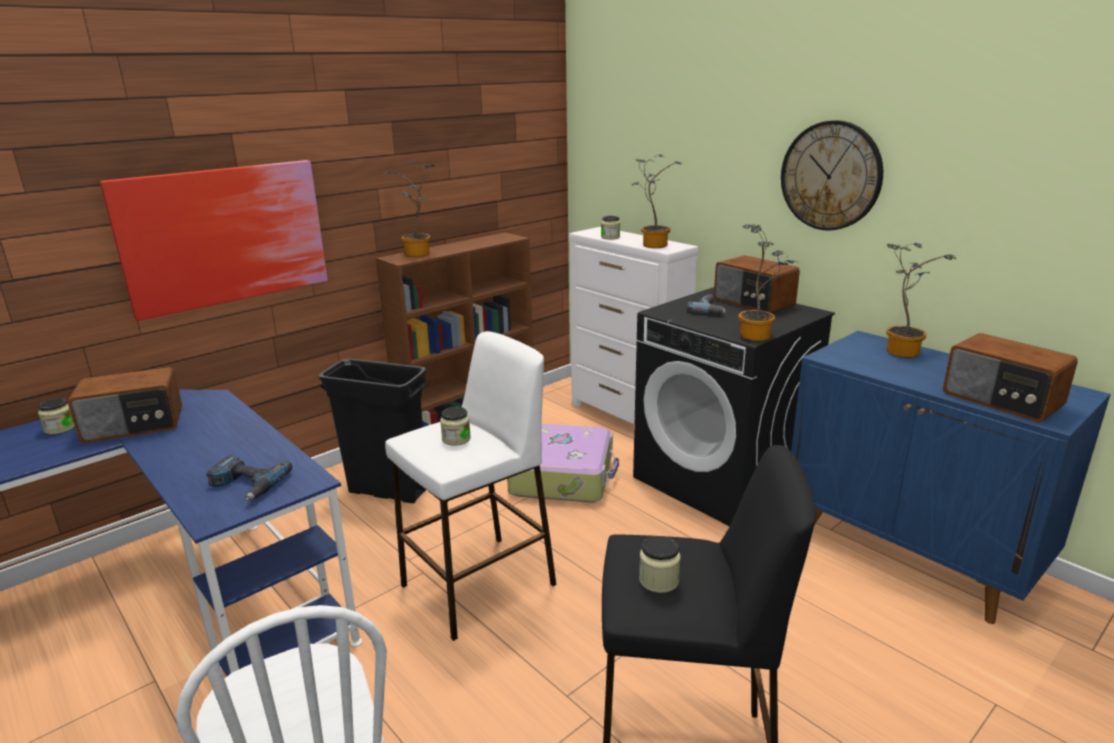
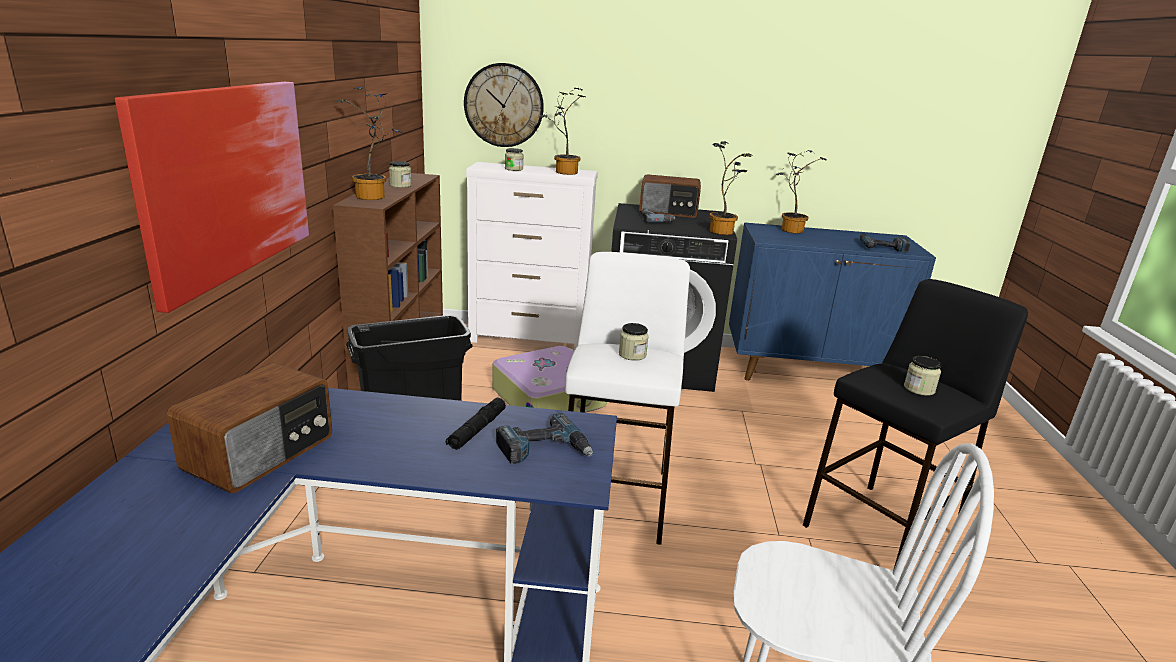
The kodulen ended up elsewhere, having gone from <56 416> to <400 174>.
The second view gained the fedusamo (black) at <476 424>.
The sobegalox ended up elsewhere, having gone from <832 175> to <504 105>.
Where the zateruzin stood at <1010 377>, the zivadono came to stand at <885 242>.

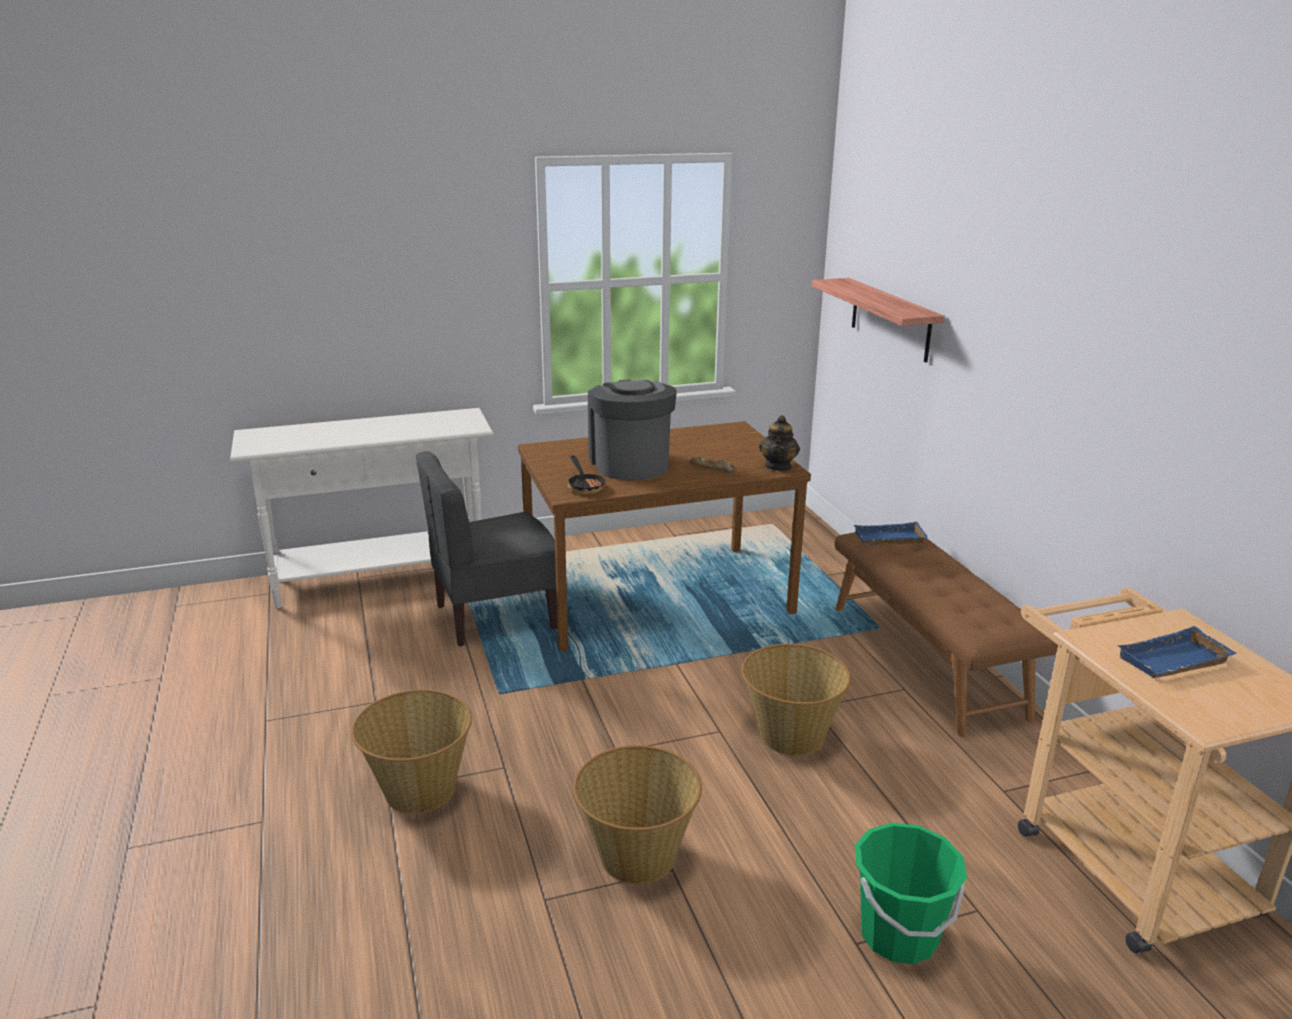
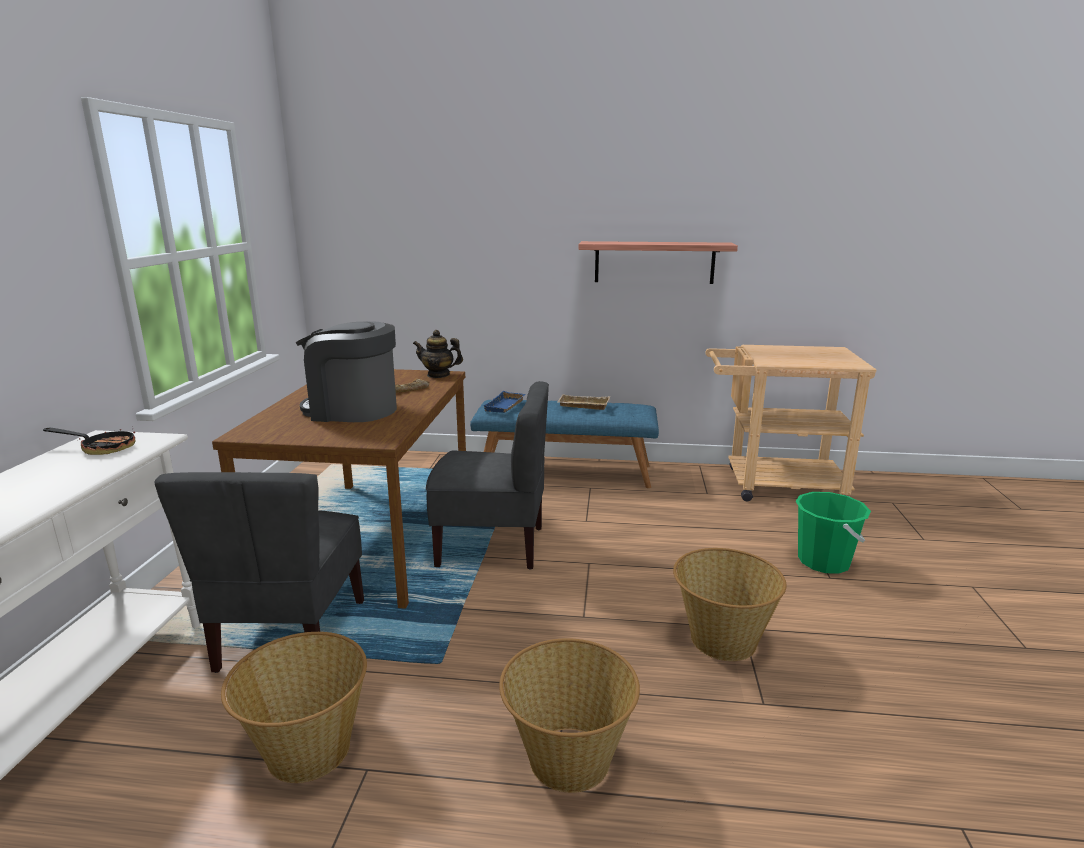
The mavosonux ended up elsewhere, having gone from <587 475> to <89 441>.
The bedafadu ended up elsewhere, having gone from <796 700> to <294 707>.
The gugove at <779 443> ended up facing another way, 150 degrees clockwise from before.
The second view gained the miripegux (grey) at <487 475>.
What was the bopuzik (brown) at <946 634> turned into the bopuzik (blue) at <564 444>.
The second view gained the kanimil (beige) at <583 402>.
The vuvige ended up elsewhere, having gone from <878 320> to <658 262>.
The second view lost the kanimil (blue) at <1176 652>.

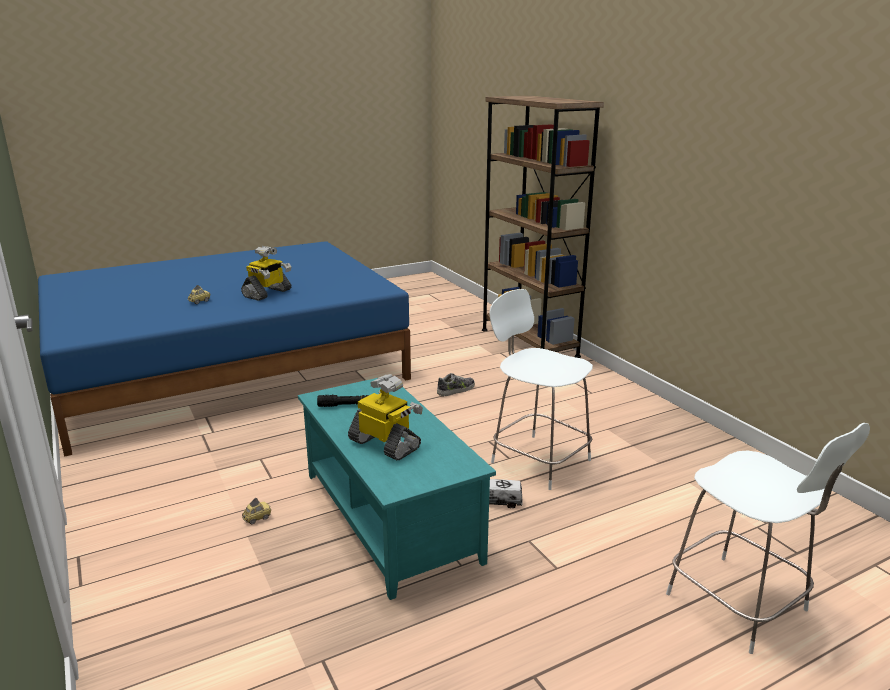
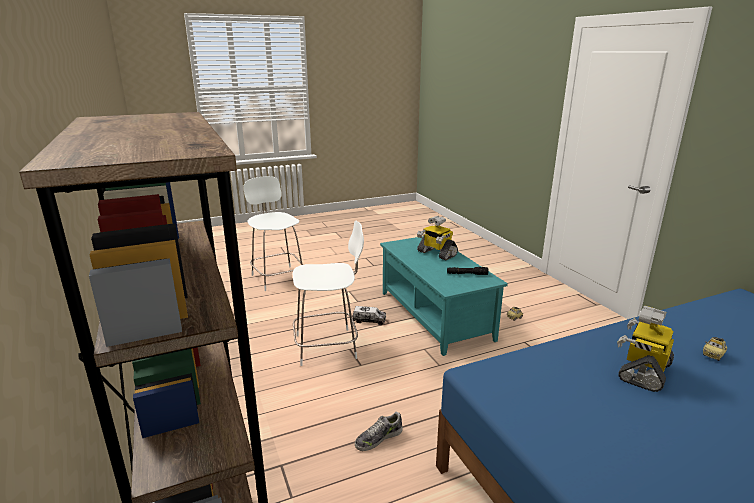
The miripegux (white) at <541 389> ended up facing another way, 60 degrees counterclockwise from before.

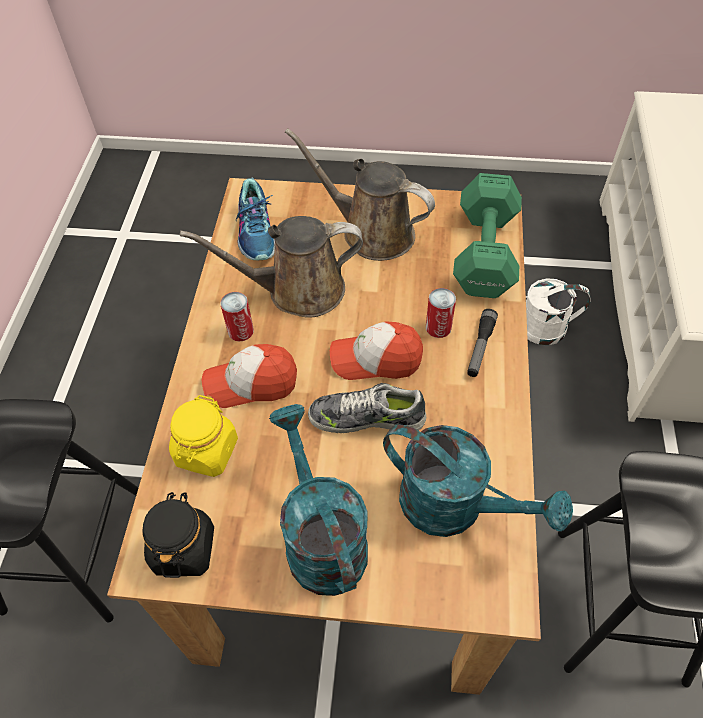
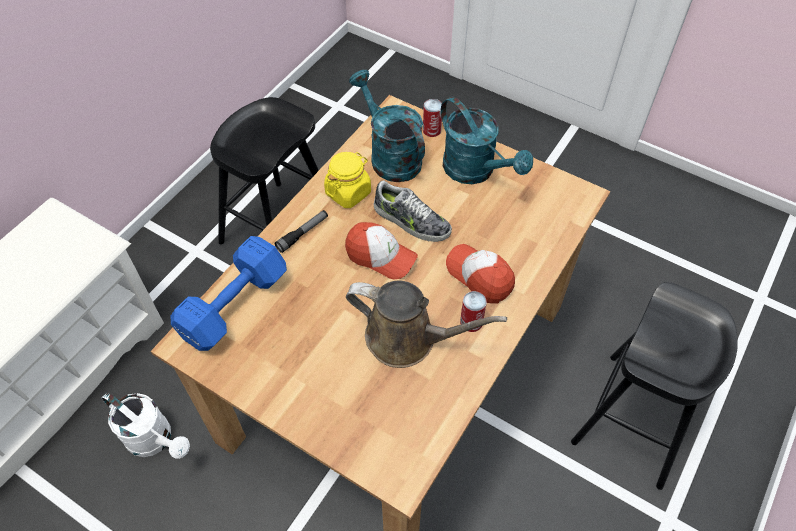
What was the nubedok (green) at <487 235> turned into the nubedok (blue) at <229 293>.
The kodulen (yellow) ended up elsewhere, having gone from <203 436> to <347 180>.
The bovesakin ended up elsewhere, having gone from <441 313> to <432 118>.
The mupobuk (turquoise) at <318 500> ended up facing another way, 45 degrees counterclockwise from before.
The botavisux at <249 376> ended up facing another way, 150 degrees counterclockwise from before.
The second view lost the kodulen (black) at <178 535>.
The second view lost the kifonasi at <255 219>.
The second view lost the mupobuk (brown) at <360 194>.

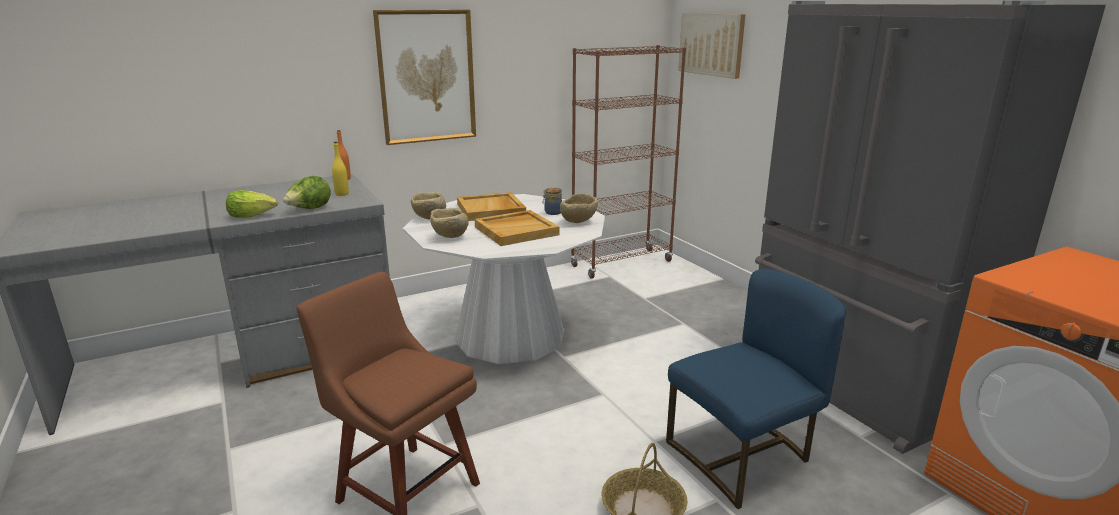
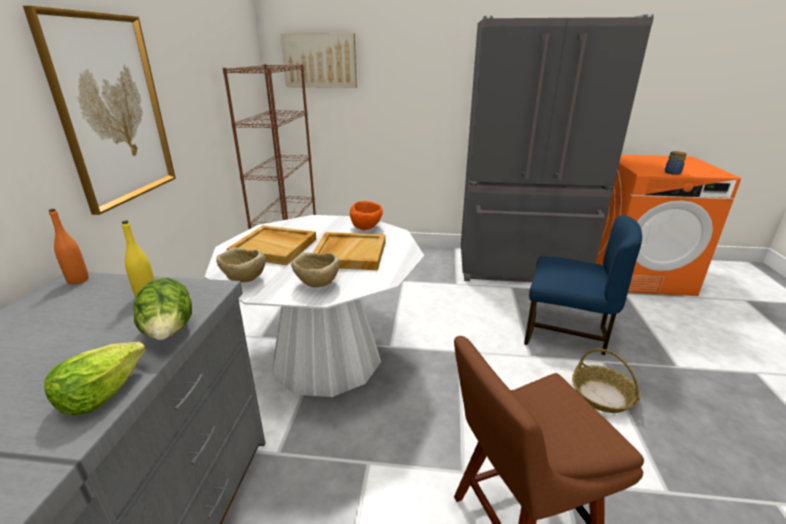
What was the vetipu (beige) at <579 208> turned into the vetipu (orange) at <366 215>.
The miripegux (blue) at <755 389> ended up facing another way, 105 degrees clockwise from before.
The kodulen ended up elsewhere, having gone from <552 201> to <676 163>.

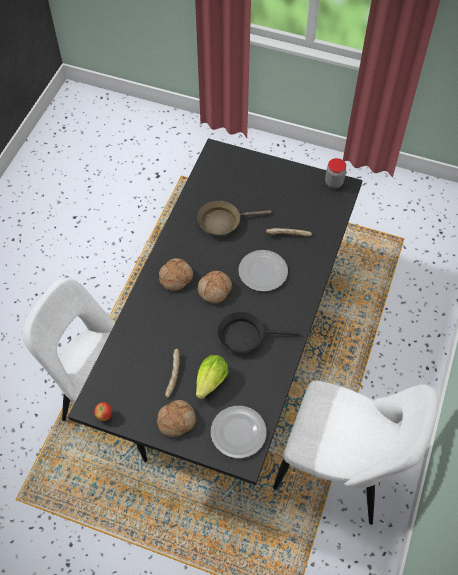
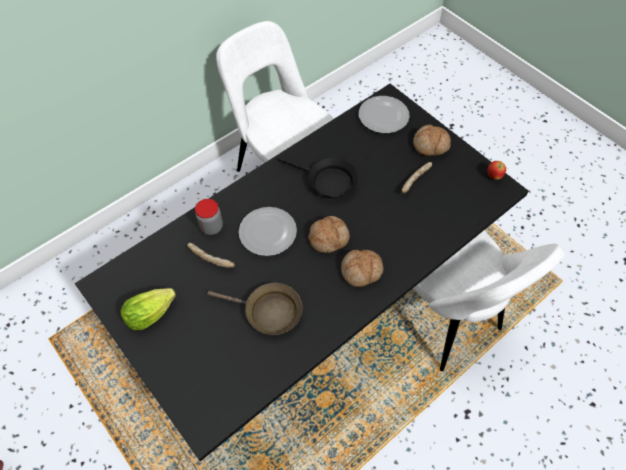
The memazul ended up elsewhere, having gone from <212 377> to <148 309>.
The kodulen ended up elsewhere, having gone from <335 173> to <209 217>.

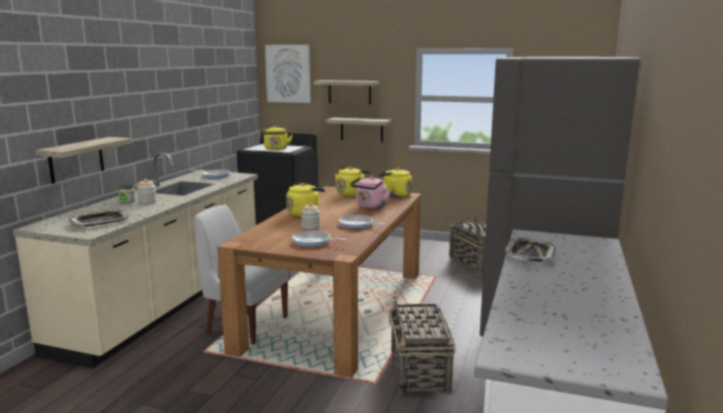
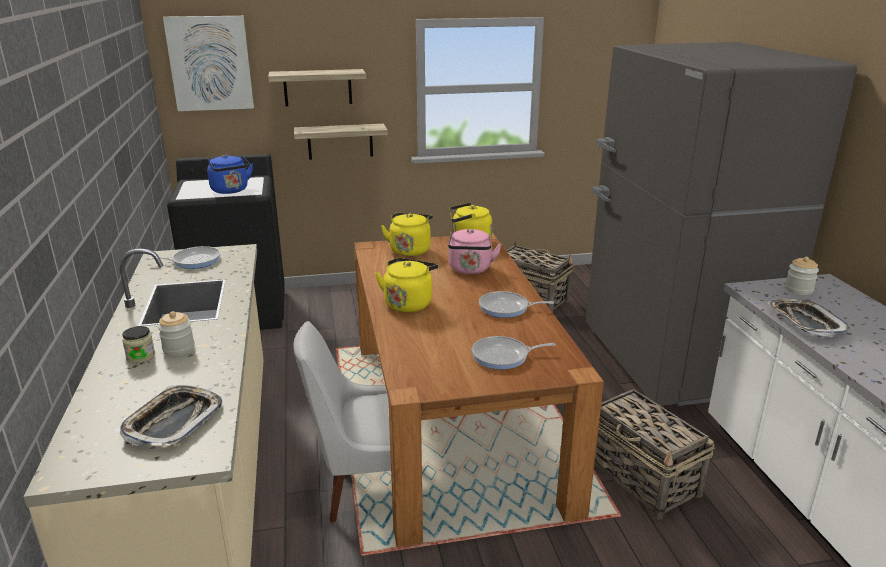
What was the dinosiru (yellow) at <277 138> turned into the dinosiru (blue) at <230 174>.
The kodulen ended up elsewhere, having gone from <310 216> to <802 276>.
The second view lost the vuvige at <83 160>.

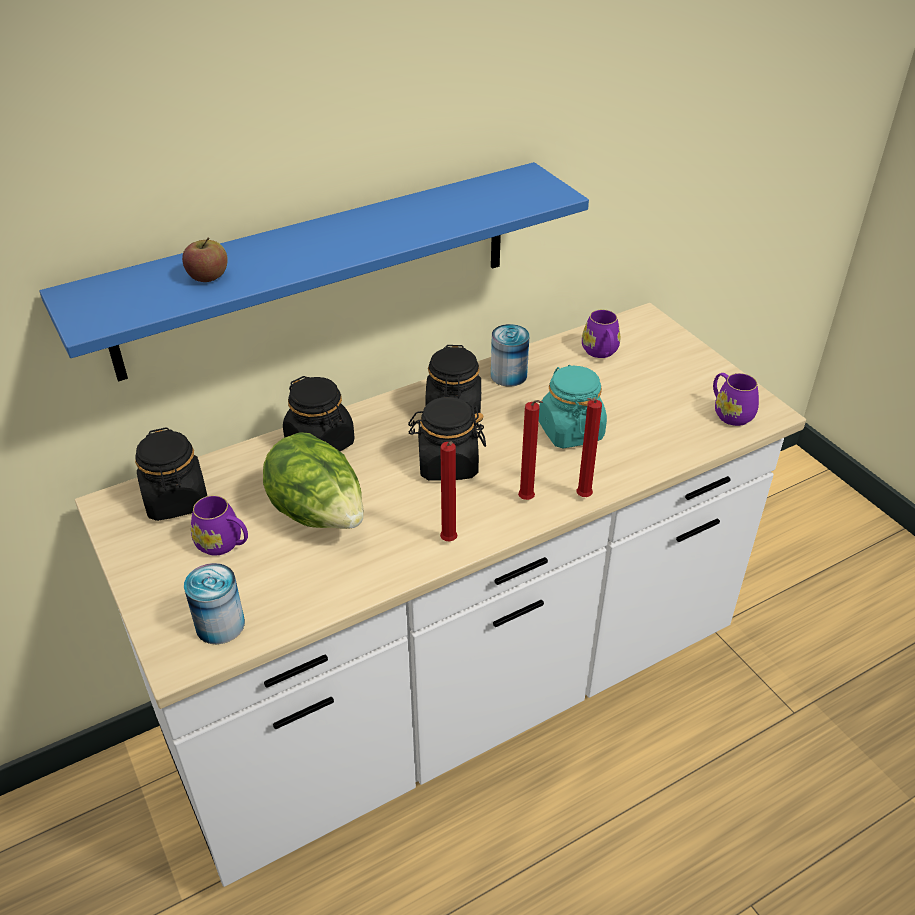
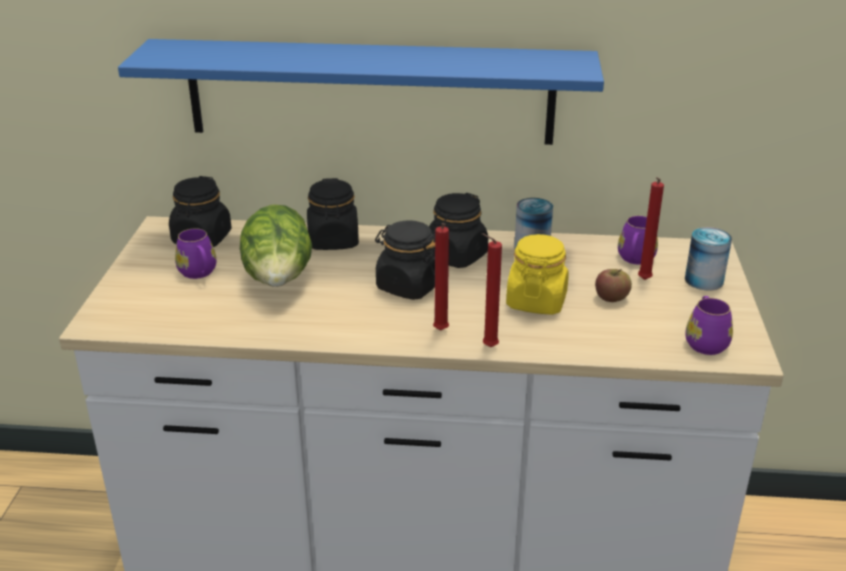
What was the kodulen (turquoise) at <573 407> turned into the kodulen (yellow) at <537 274>.
The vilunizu ended up elsewhere, having gone from <205 260> to <613 285>.
The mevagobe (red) ended up elsewhere, having gone from <449 491> to <651 228>.
The bovesakin ended up elsewhere, having gone from <214 603> to <708 259>.

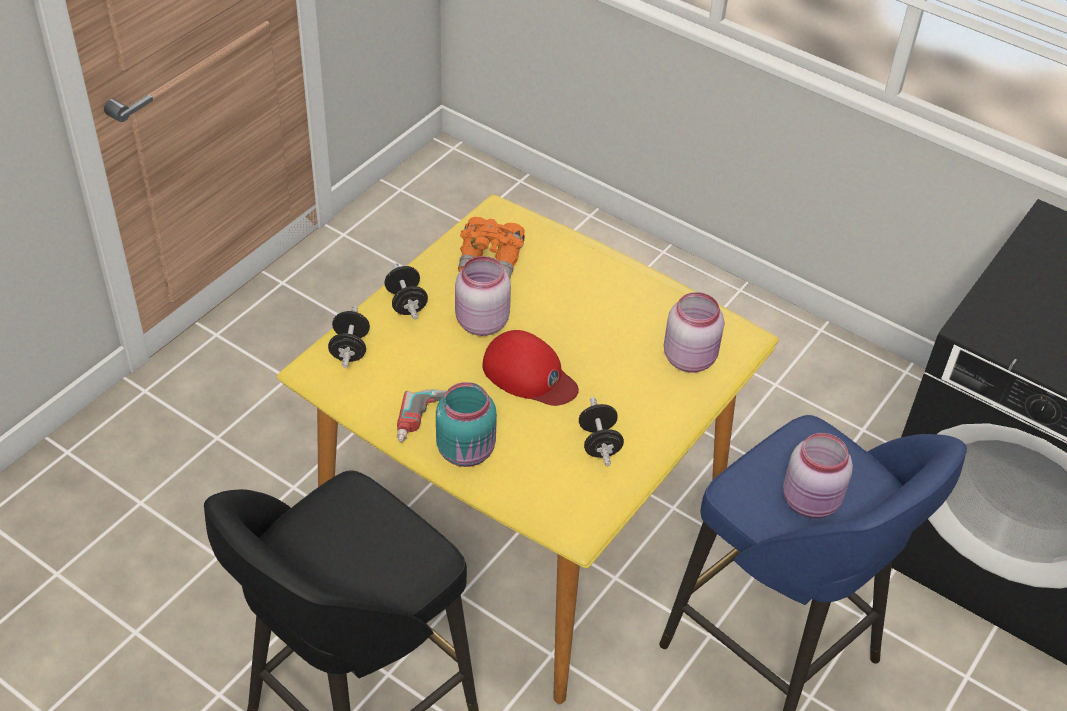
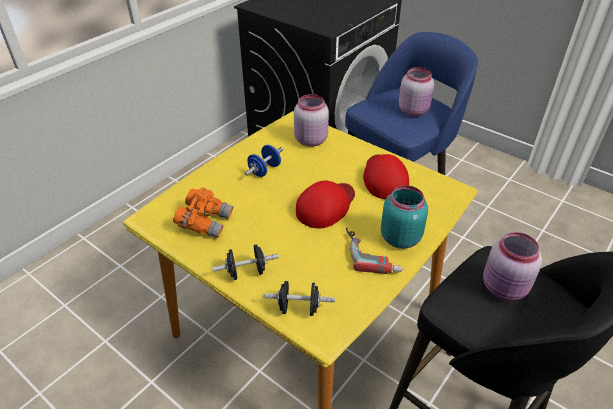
The second view gained the nubedok (blue) at <264 161>.
Where the nubedok (black) stood at <601 431>, the botavisux (red) came to stand at <386 176>.
The kodulen (pink) ended up elsewhere, having gone from <483 296> to <512 266>.

